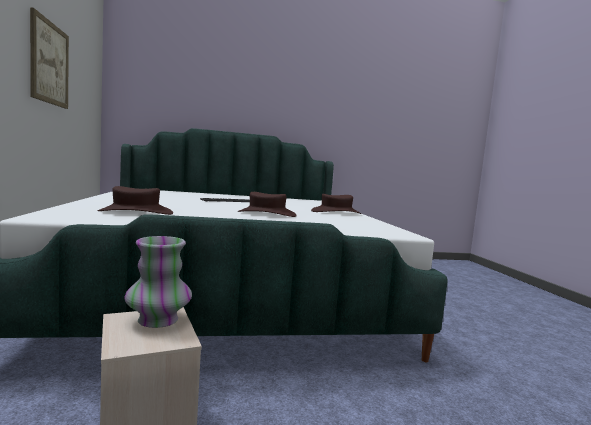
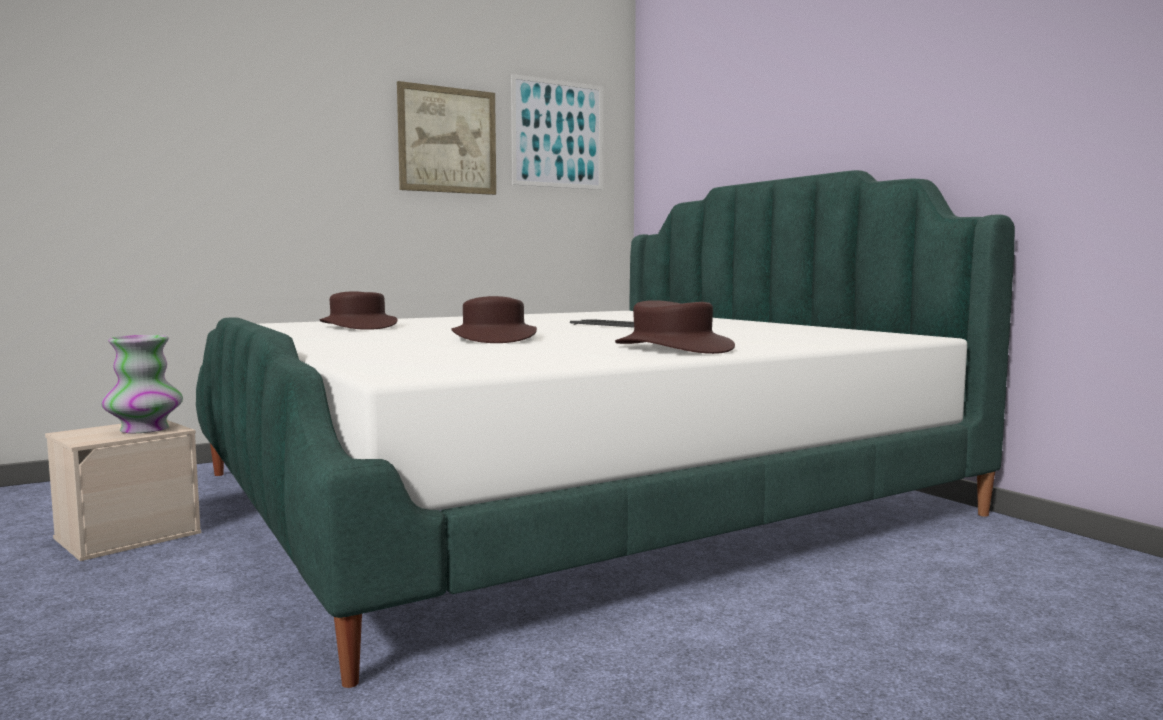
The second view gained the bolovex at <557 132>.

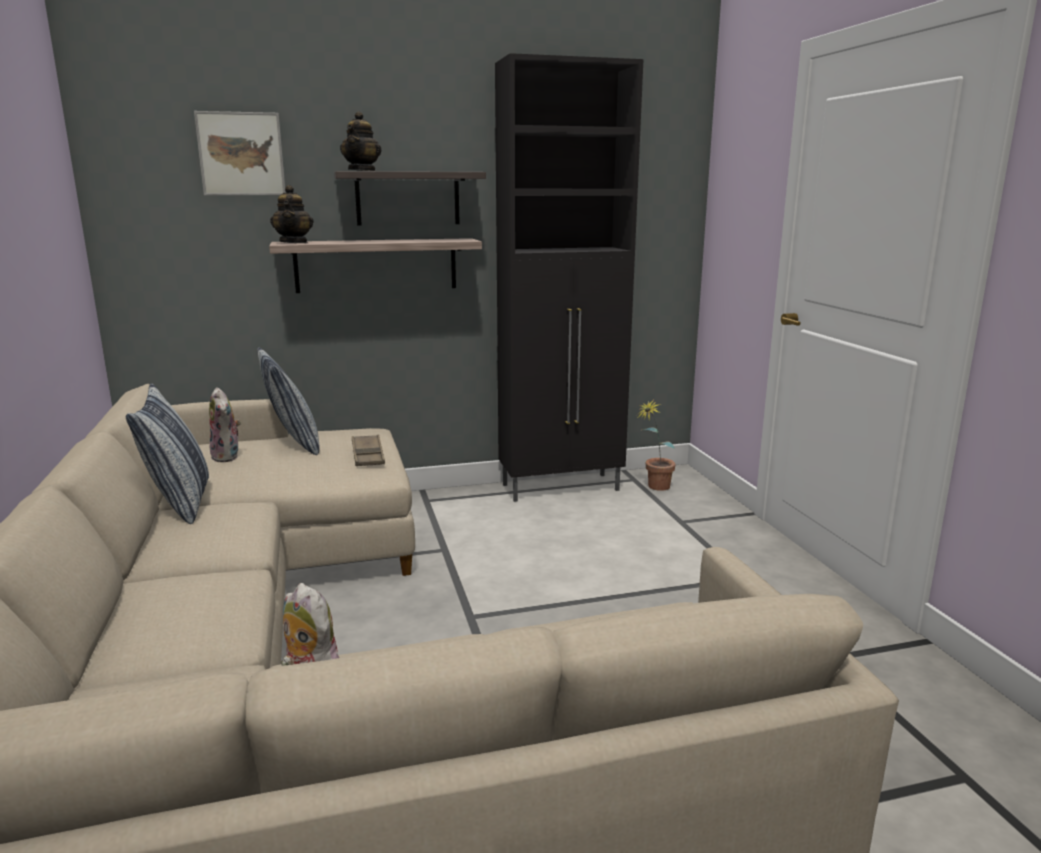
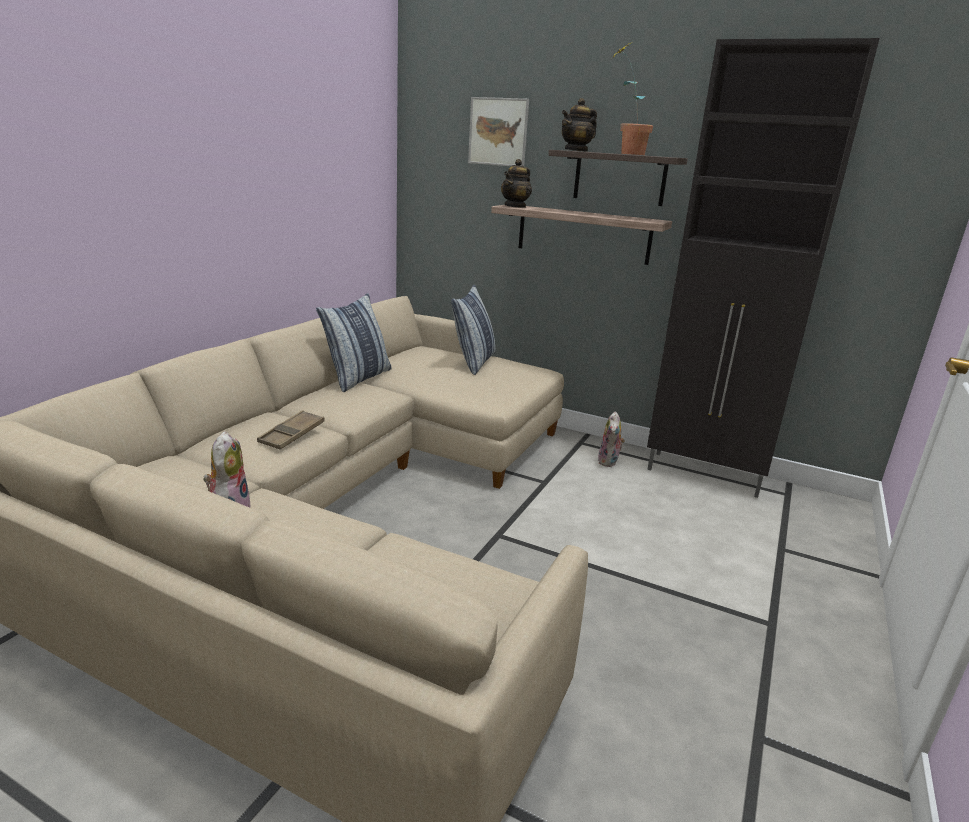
The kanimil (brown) ended up elsewhere, having gone from <368 450> to <291 429>.
The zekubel ended up elsewhere, having gone from <225 424> to <611 439>.
The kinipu ended up elsewhere, having gone from <657 445> to <632 99>.

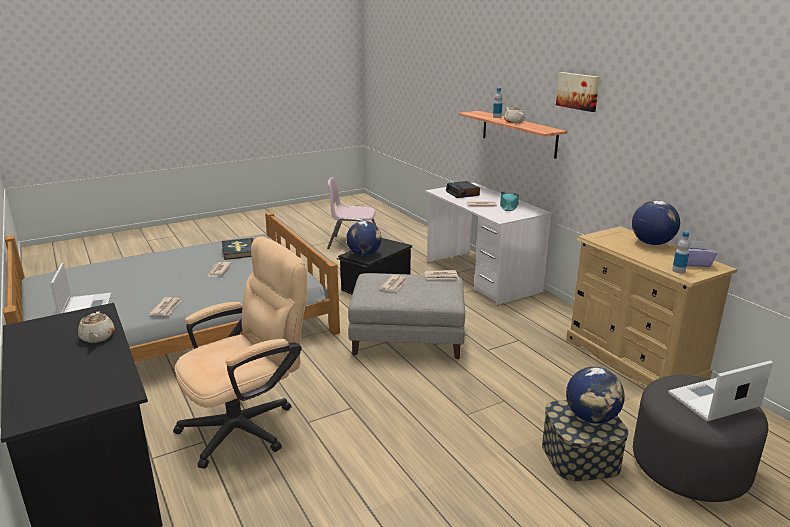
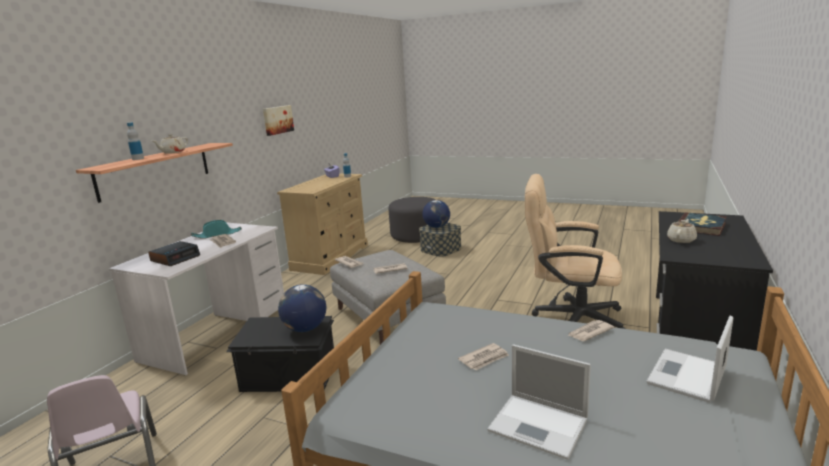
The bolovex ended up elsewhere, having gone from <578 92> to <278 120>.
The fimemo ended up elsewhere, having gone from <720 390> to <539 402>.
The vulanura ended up elsewhere, having gone from <237 249> to <702 224>.
The second view lost the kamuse at <656 222>.

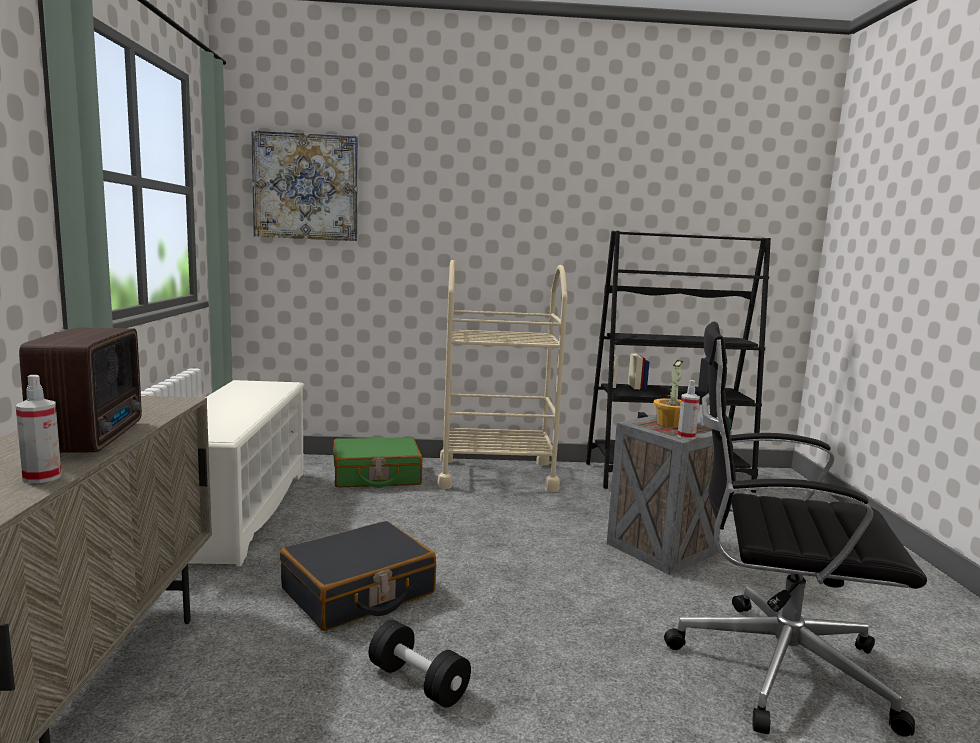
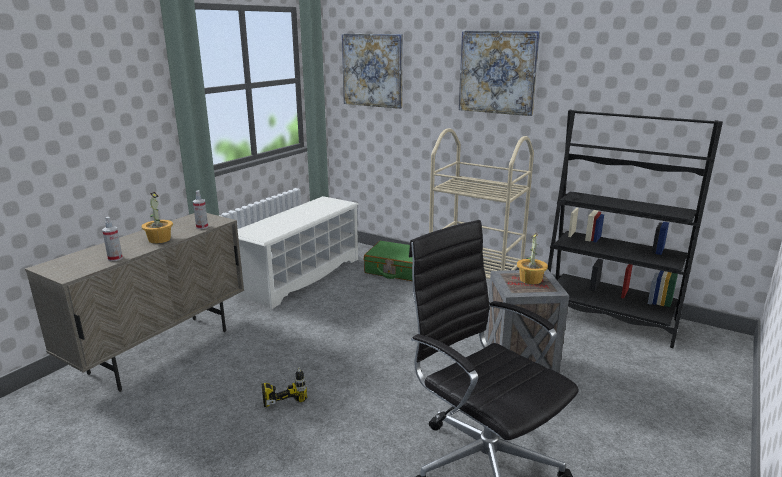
Where the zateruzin stood at <80 390>, the kinipu came to stand at <157 217>.
The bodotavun ended up elsewhere, having gone from <688 410> to <200 209>.
Where the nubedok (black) stood at <420 664>, the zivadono came to stand at <284 387>.
The second view gained the bolovex at <499 73>.
The second view lost the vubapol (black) at <358 576>.

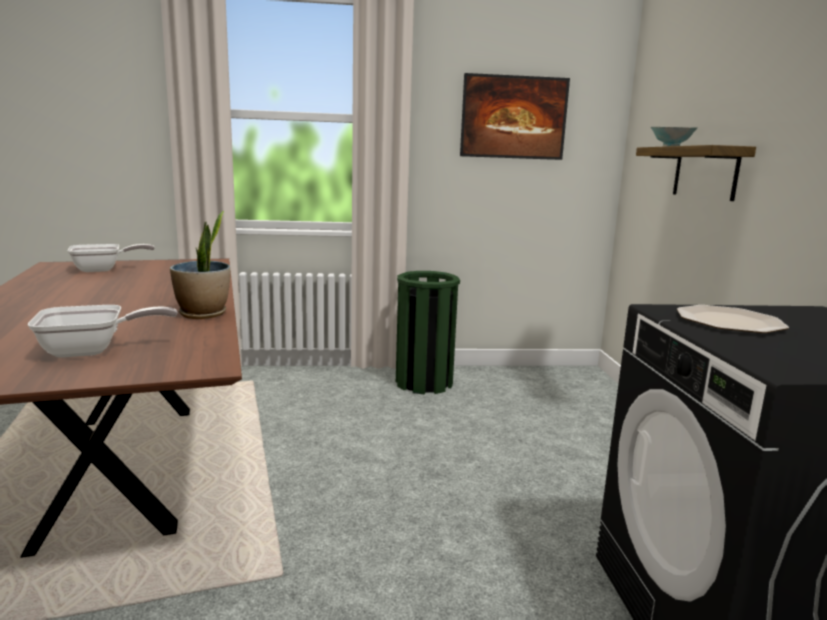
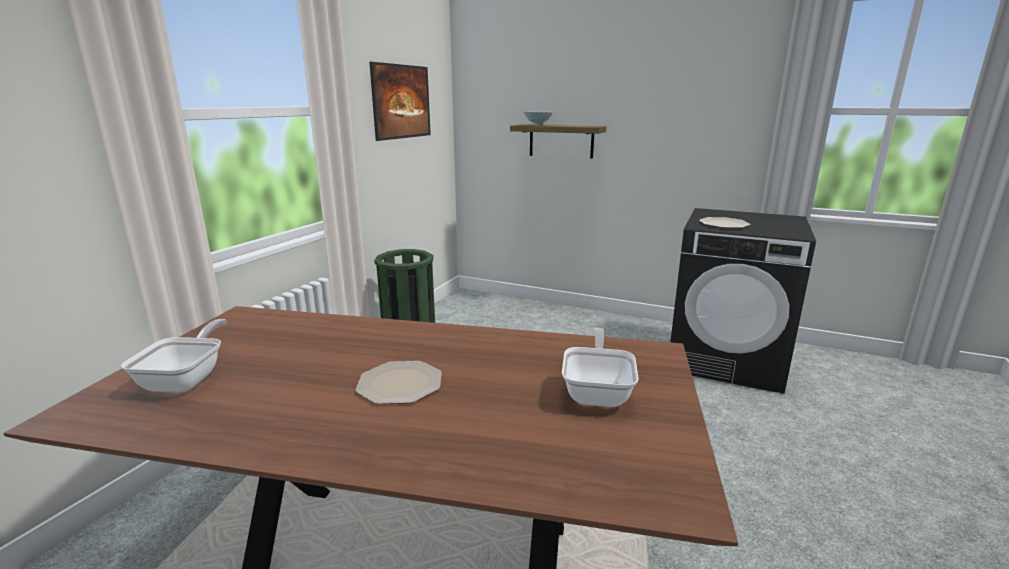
The second view gained the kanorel at <399 382>.
The second view lost the kinipu at <200 265>.

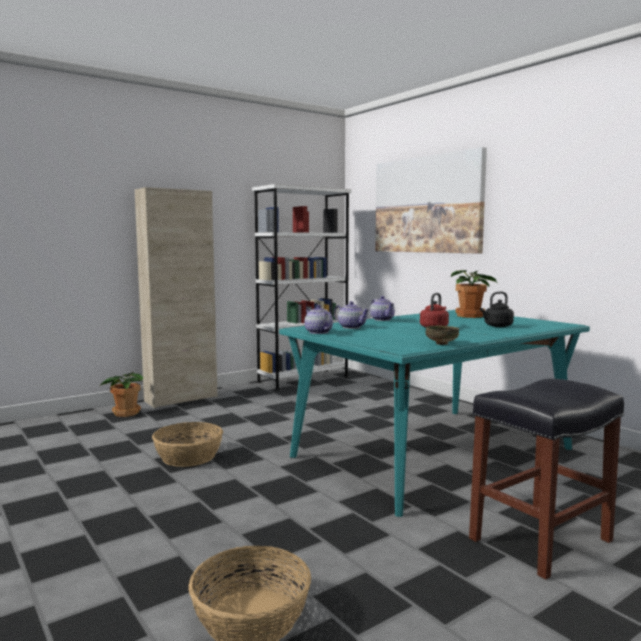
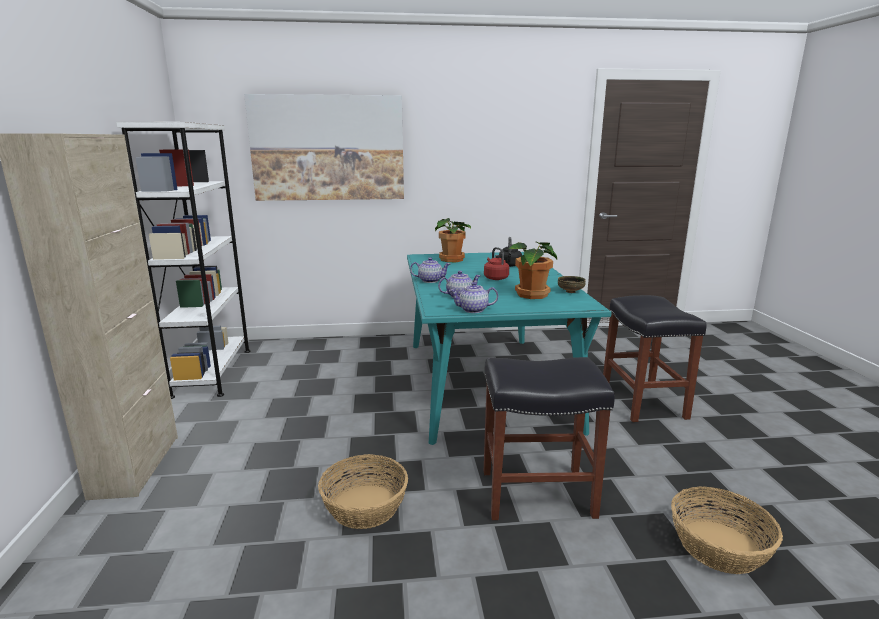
The second view gained the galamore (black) at <549 438>.
The kinipu ended up elsewhere, having gone from <121 394> to <533 270>.

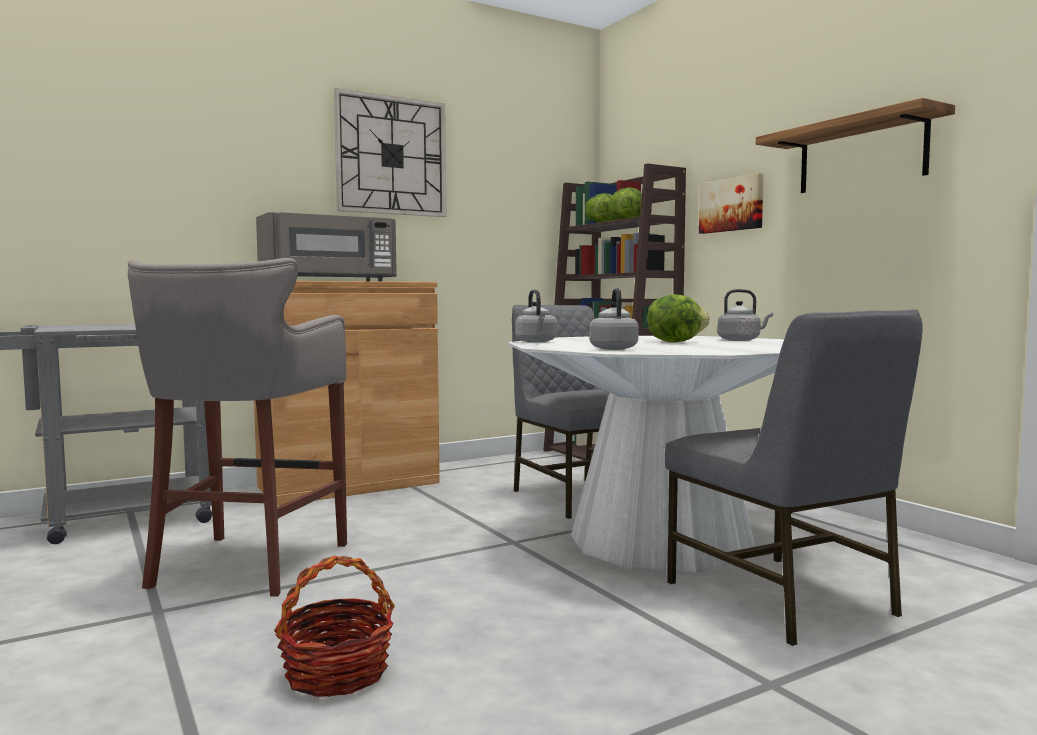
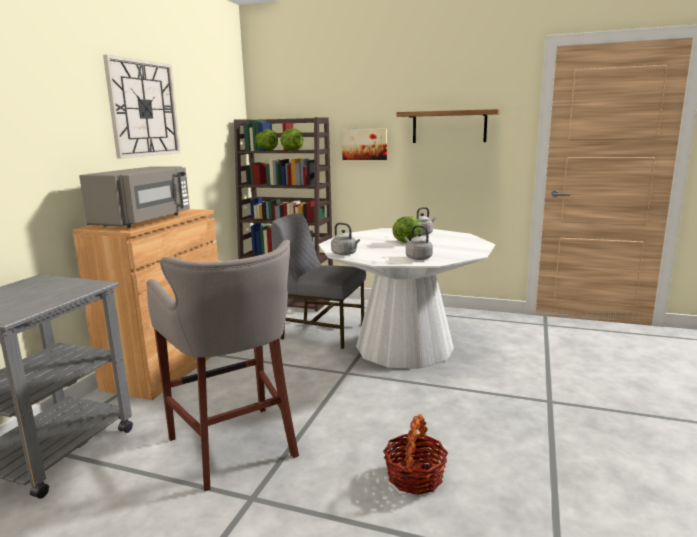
The second view lost the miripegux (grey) at <794 477>.

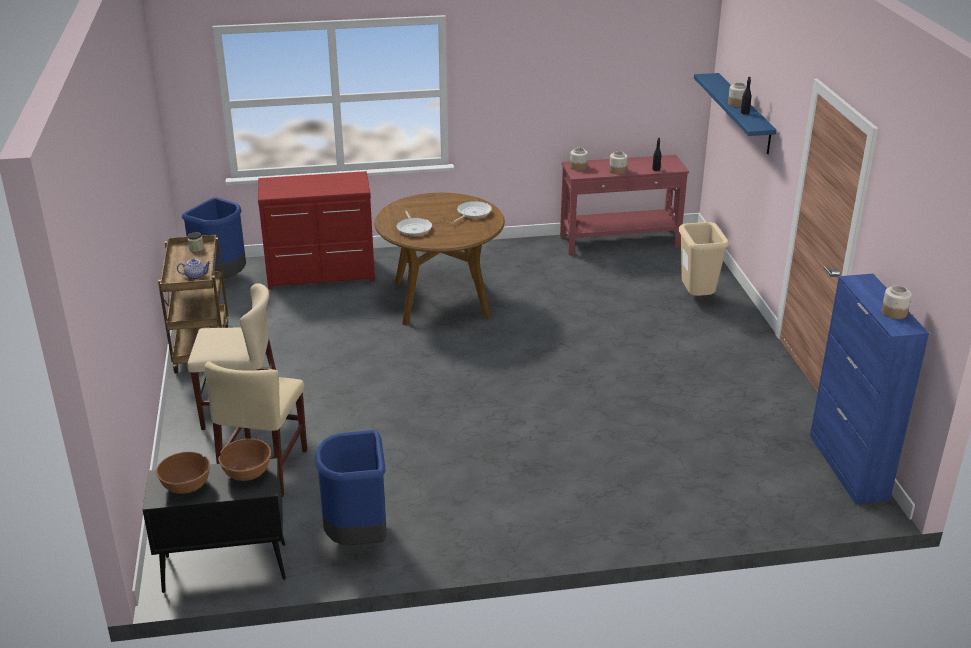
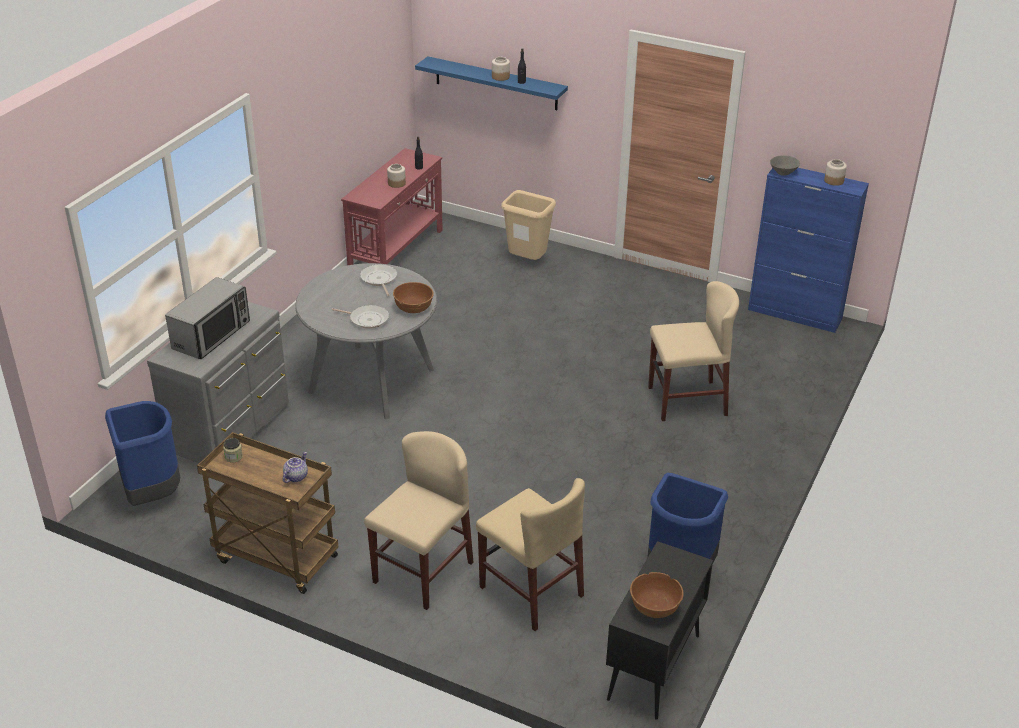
What was the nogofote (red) at <316 230> turned into the nogofote (grey) at <218 382>.
The second view gained the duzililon at <207 318>.
What was the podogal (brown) at <440 259> turned into the podogal (grey) at <366 341>.
The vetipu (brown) ended up elsewhere, having gone from <244 460> to <413 297>.
The second view gained the miripegux (beige) at <693 351>.
The second view gained the vetipu (grey) at <785 165>.
The second view lost the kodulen at <579 159>.

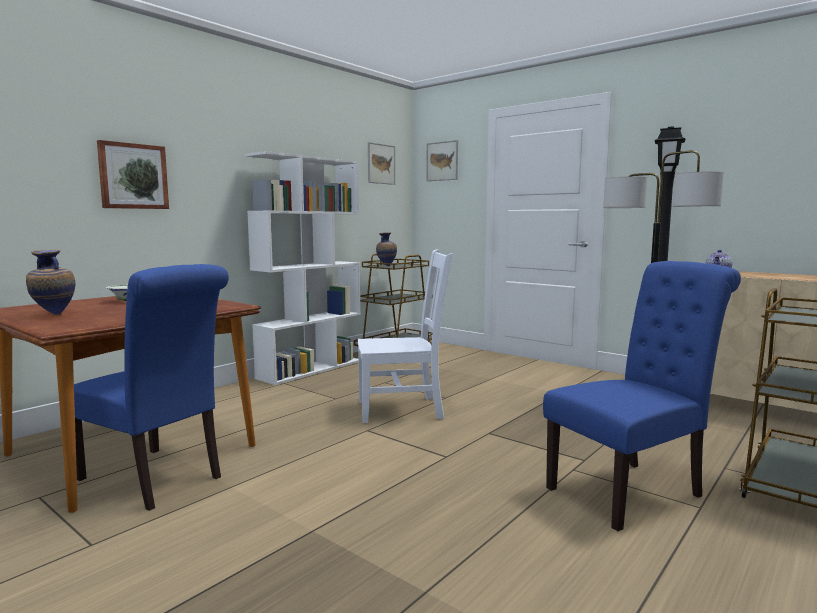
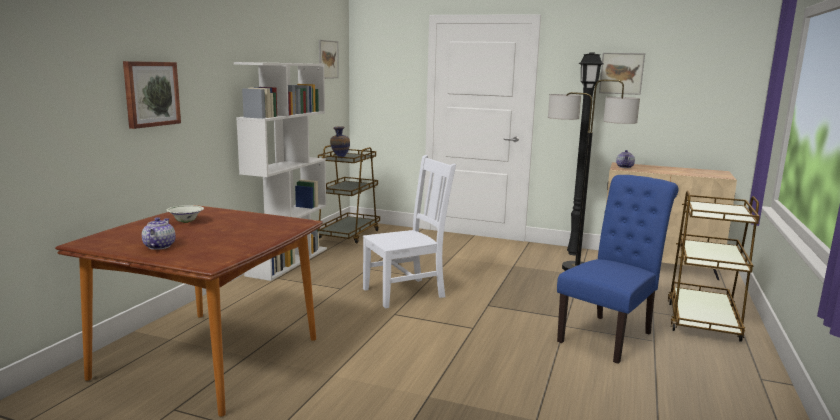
Where the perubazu stood at <50 282>, the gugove came to stand at <159 233>.
The bolovex ended up elsewhere, having gone from <442 160> to <622 74>.
The second view lost the miripegux (blue) at <151 387>.

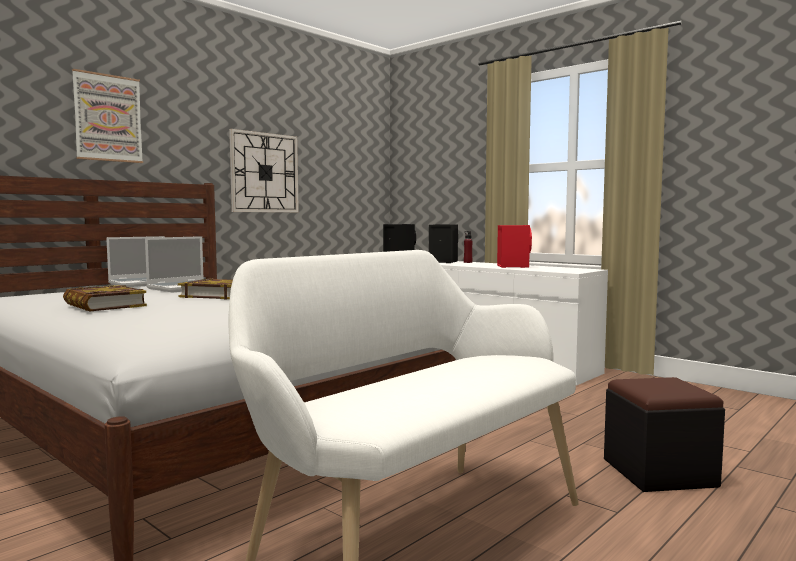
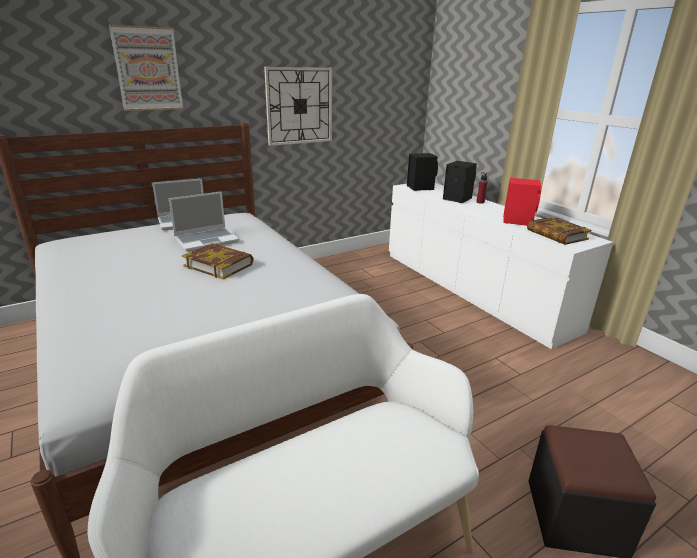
The vulanura ended up elsewhere, having gone from <105 298> to <559 230>.

